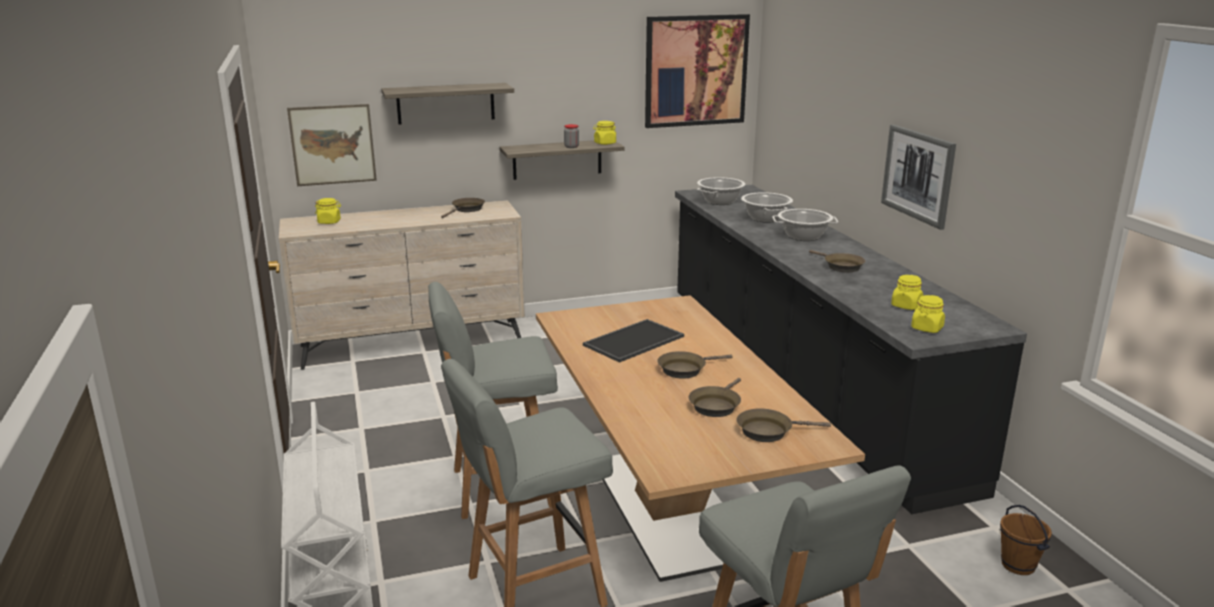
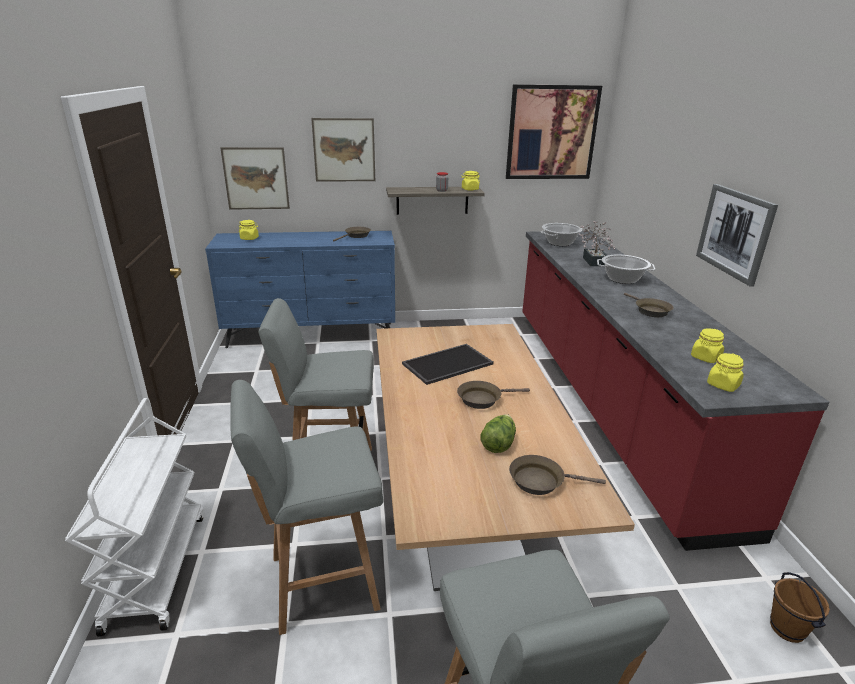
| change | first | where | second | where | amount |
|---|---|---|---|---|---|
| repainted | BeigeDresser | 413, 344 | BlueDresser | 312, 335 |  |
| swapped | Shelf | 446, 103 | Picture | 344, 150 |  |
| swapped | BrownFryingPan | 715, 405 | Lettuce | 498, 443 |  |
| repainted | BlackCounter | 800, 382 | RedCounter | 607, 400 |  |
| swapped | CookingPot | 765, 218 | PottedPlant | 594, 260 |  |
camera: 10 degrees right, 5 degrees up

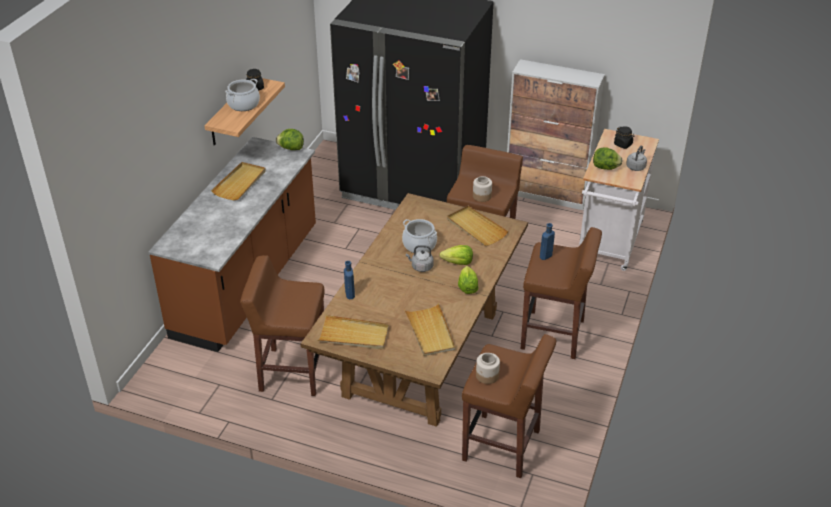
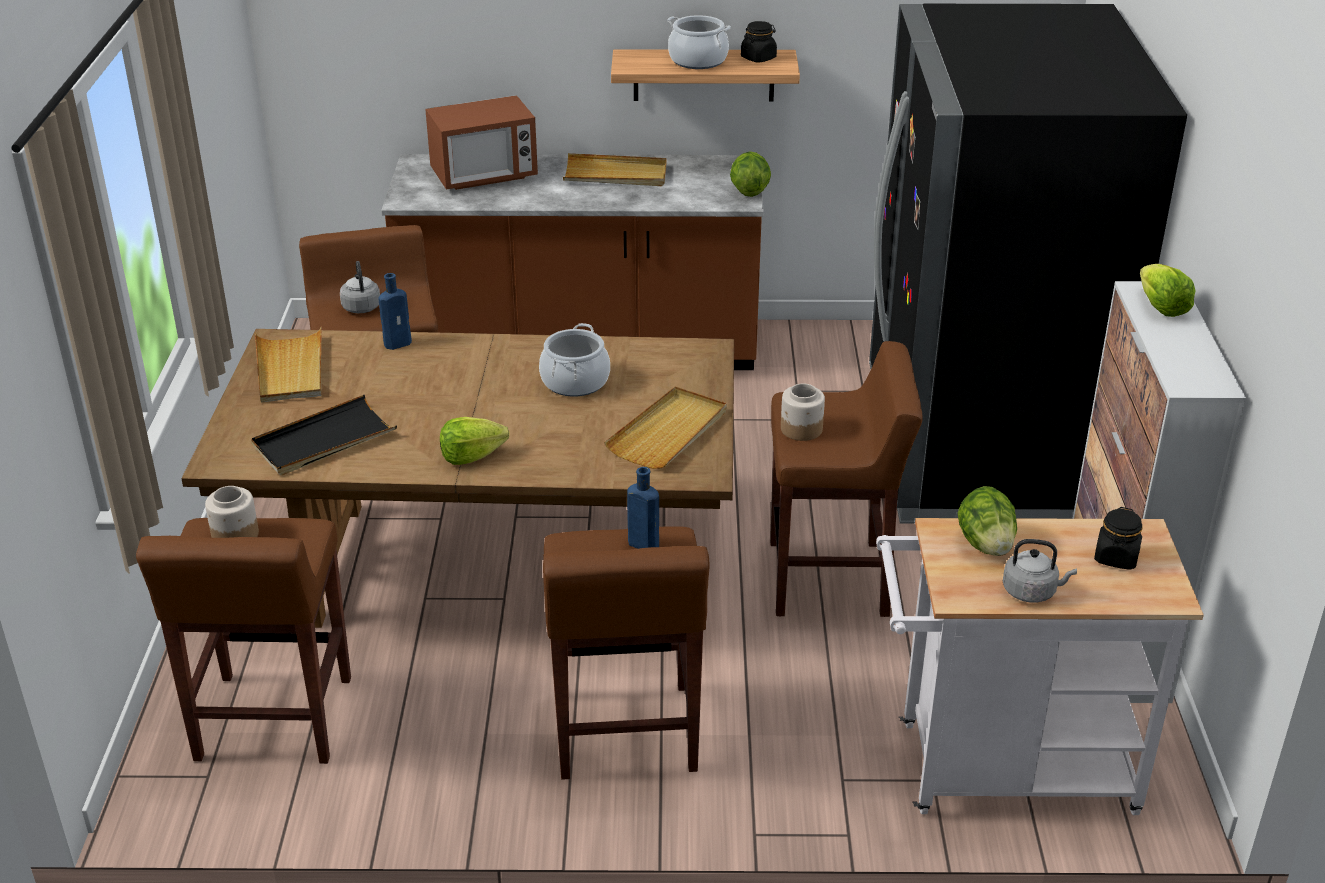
| change | first | where | second | where | amount |
|---|---|---|---|---|---|
| repainted | BeigeTray | 430, 332 | BlackTray | 324, 440 |  |
| shifted | GreyKettle | 421, 267 |  | 361, 306 |  |
| new |  |  | Microwave | 484, 176 |  |
| shifted | Lettuce | 458, 263 |  | 1161, 307 |  |
camera: 70 degrees right, 5 degrees down

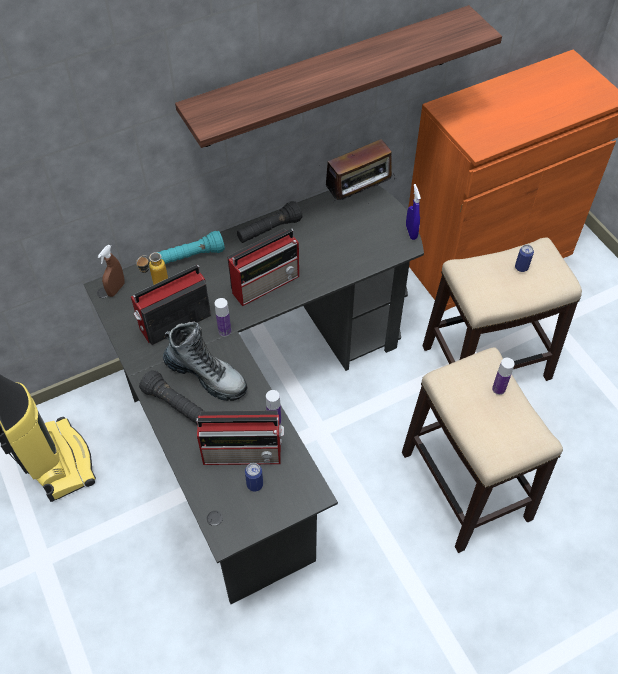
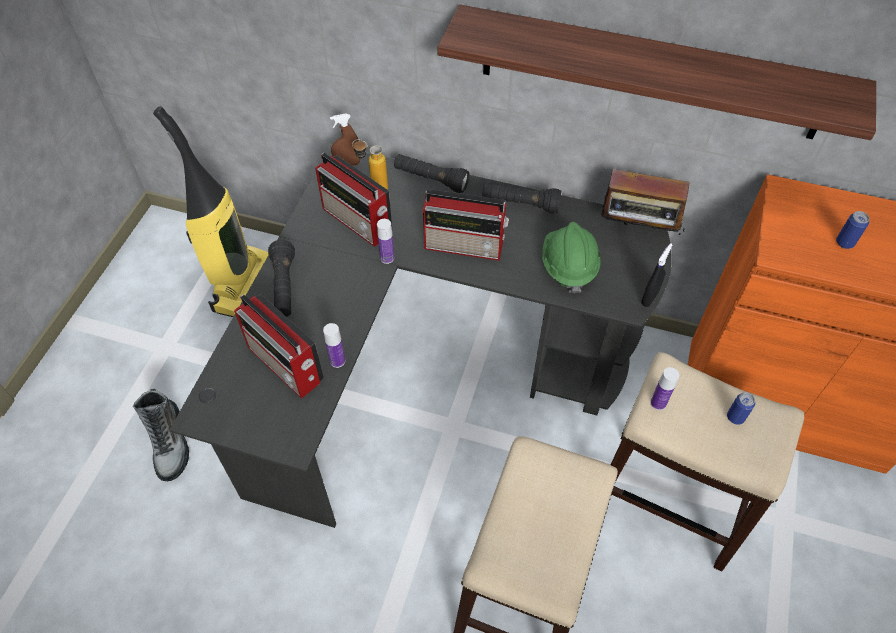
| change | first | where | second | where | amount |
|---|---|---|---|---|---|
| shifted | Boot | 206, 375 |  | 170, 443 |  |
| rotated | Radio | 174, 322 |  | 358, 221 | 150 degrees counterclockwise |
| repainted | TurquoiseFlashlight | 190, 257 | BlackFlashlight | 430, 180 |  |
| new |  |  | GreenHardHat | 568, 266 |  |
| repainted | BlueSprayBottle | 411, 232 | BlackSprayBottle | 649, 298 |  |
| shifted | Bottle | 498, 389 |  | 658, 403 |  |
| shifted | Can | 255, 484 |  | 844, 243 |  |
camera: 45 degrees right, 0 degrees up

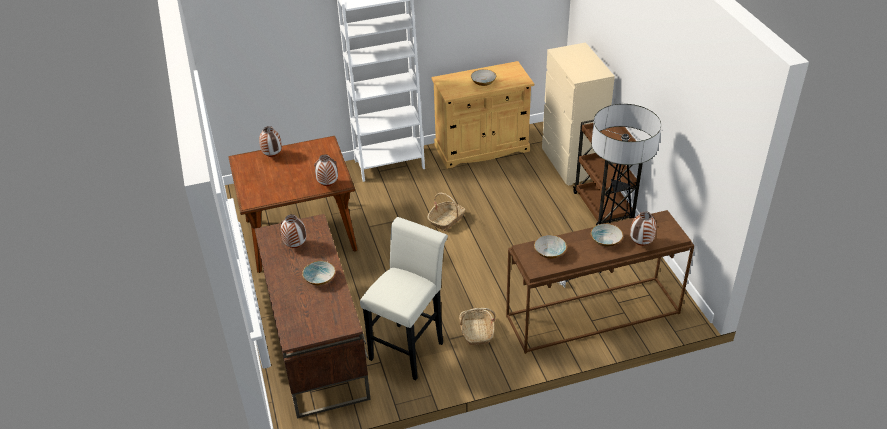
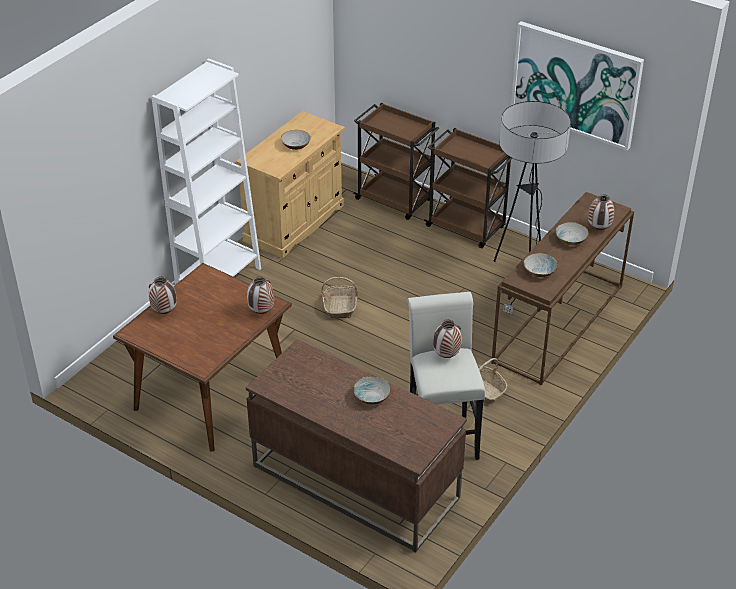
| change | first | where | second | where | amount |
|---|---|---|---|---|---|
| swapped | BeigeDresser | 571, 163 | BrownCart | 395, 200 |  |
| shifted | Vase | 295, 246 |  | 446, 356 |  |
| new |  |  | Picture | 575, 84 |  |
camera: 40 degrees left, 0 degrees up

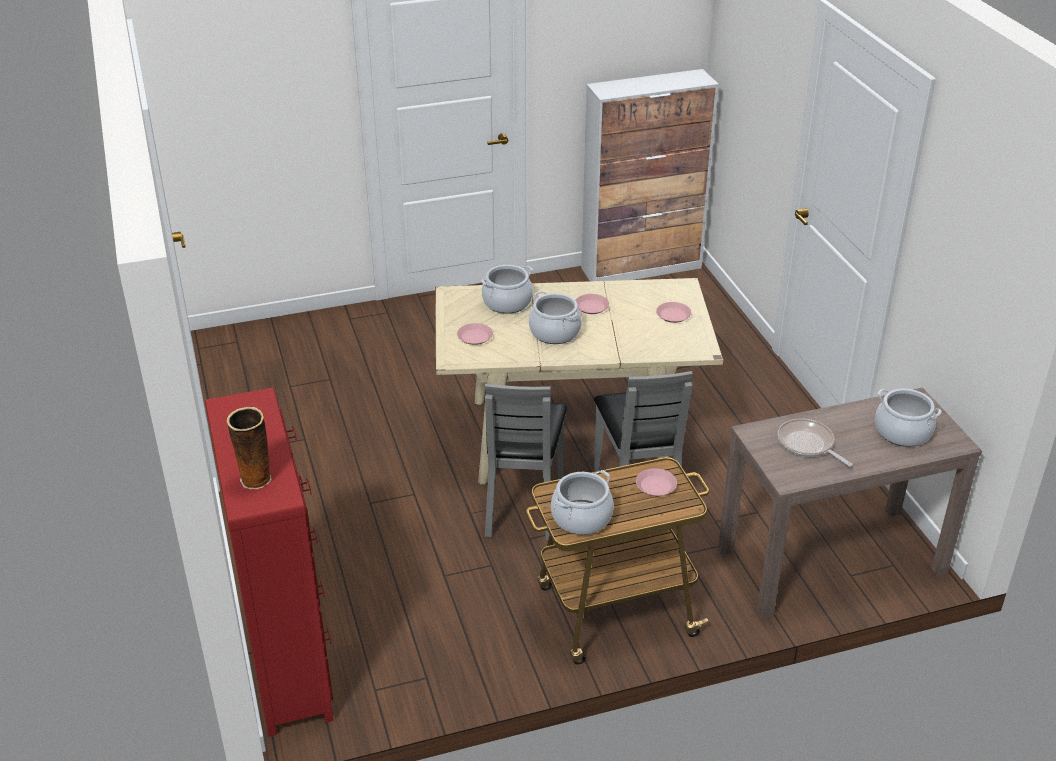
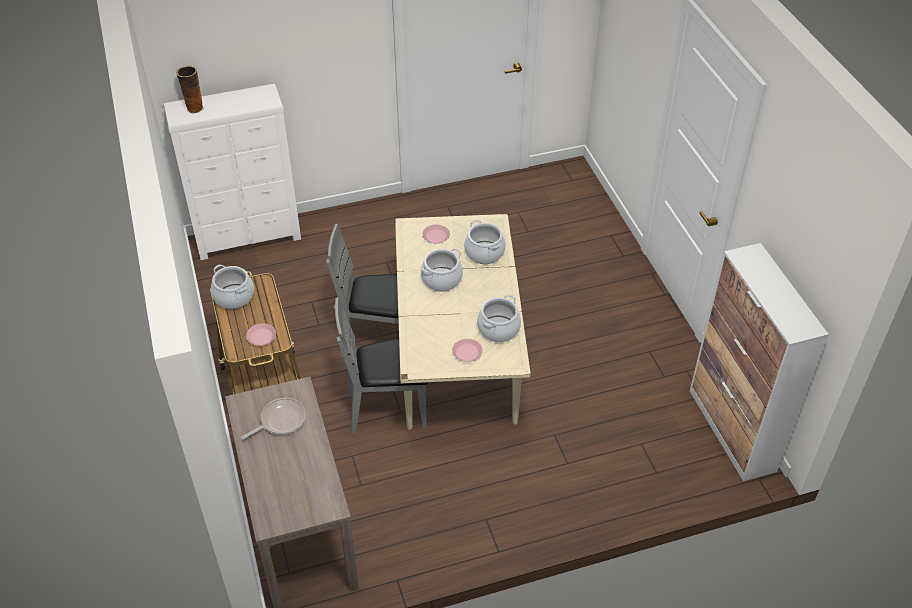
| change | first | where | second | where | amount |
|---|---|---|---|---|---|
| repainted | RedDresser | 289, 661 | WhiteDresser | 249, 238 |  |
| shifted | CookingPot | 902, 432 |  | 498, 329 |  |
| gone | PinkPlate | 591, 307 |  |  |  |
camera: 90 degrees right, 10 degrees up

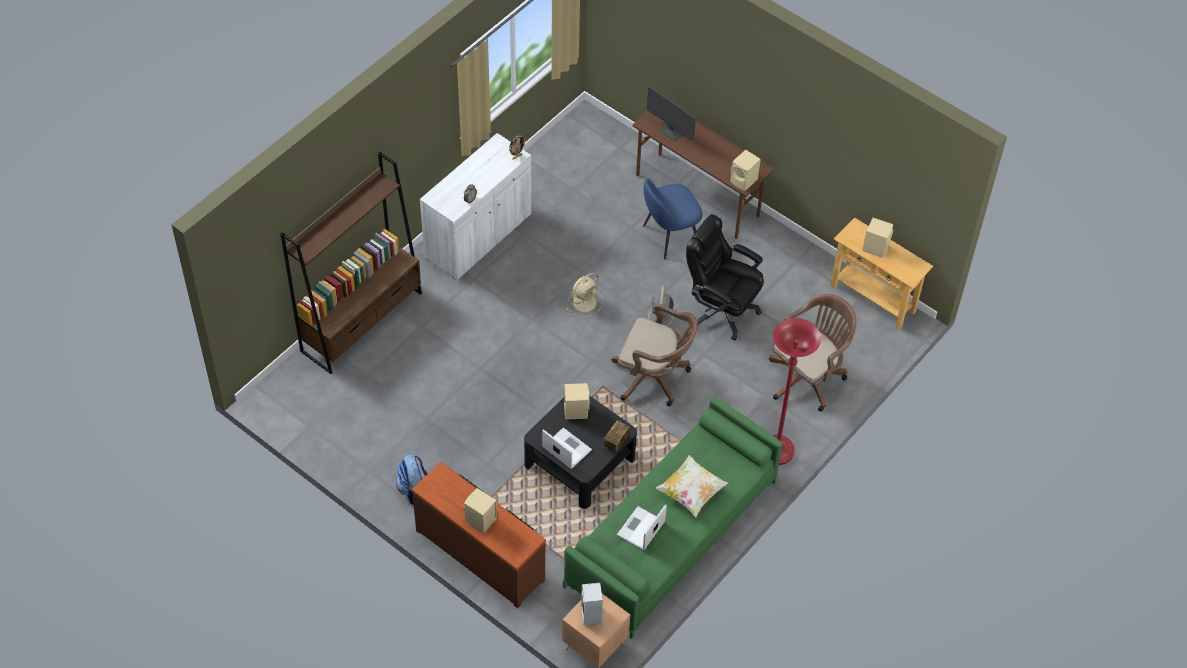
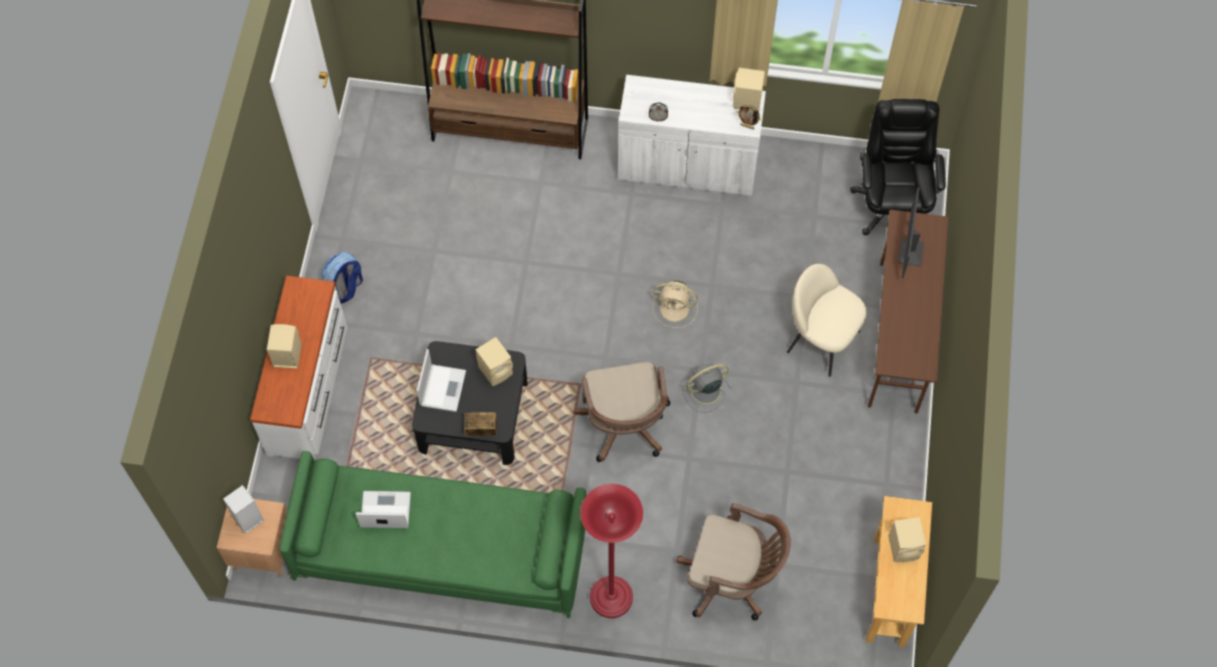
| change | first | where | second | where | amount |
|---|---|---|---|---|---|
| repainted | BrownDresser | 481, 554 | WhiteDresser | 309, 388 |  |
| shifted | BeigeSpeaker | 744, 181 |  | 747, 101 |  |
| repainted | BlueChair | 669, 236 | BeigeChair | 821, 340 |  |
| shifted | BlackOfficeChair | 721, 310 |  | 892, 204 |  |
| gone | Pillow | 691, 492 |  |  |  |
camera: 60 degrees right, 10 degrees up

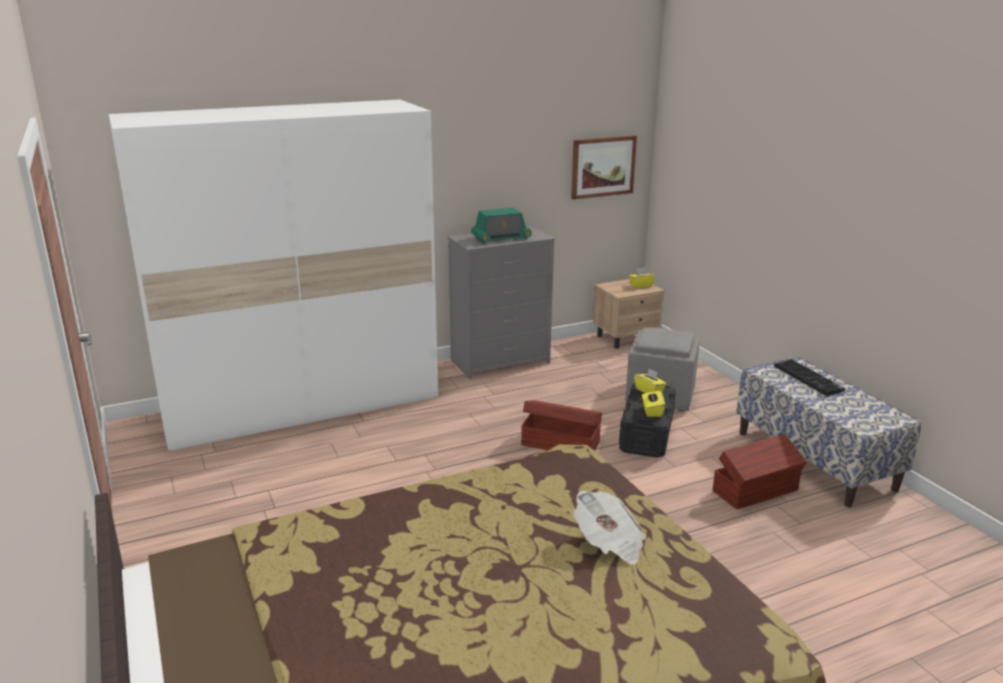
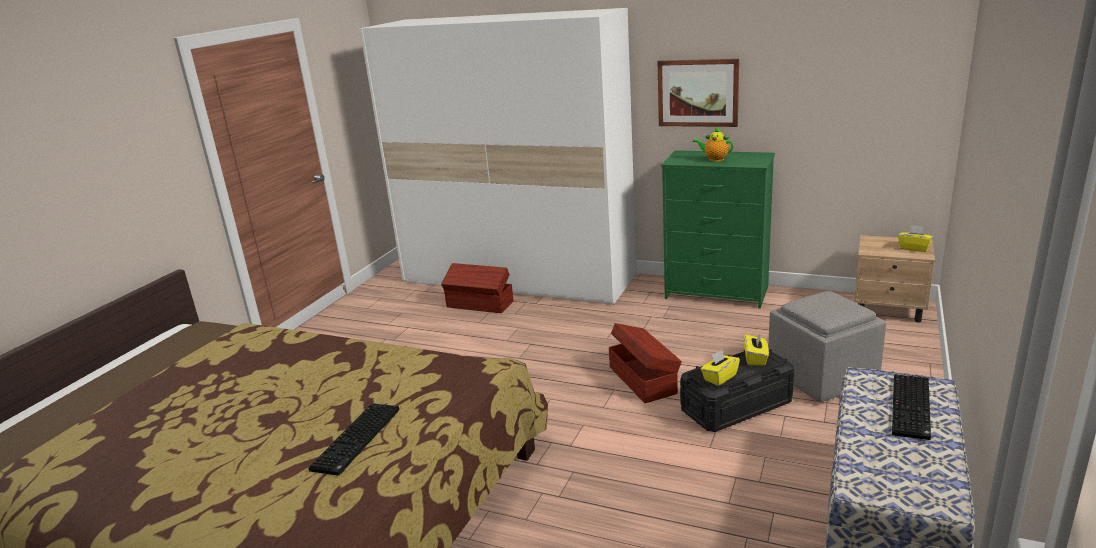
| change | first | where | second | where | amount |
|---|---|---|---|---|---|
| swapped | Newspaper | 609, 543 | Keyboard | 357, 440 |  |
| shifted | BrownStorageBox | 756, 491 |  | 480, 304 |  |
| shifted | Picture | 602, 166 |  | 698, 93 |  |
| repainted | GreyDresser | 501, 361 | GreenDresser | 717, 292 |  |
| swapped | Radio | 501, 238 | Teapot | 714, 159 |  |
camera: 50 degrees right, 0 degrees up

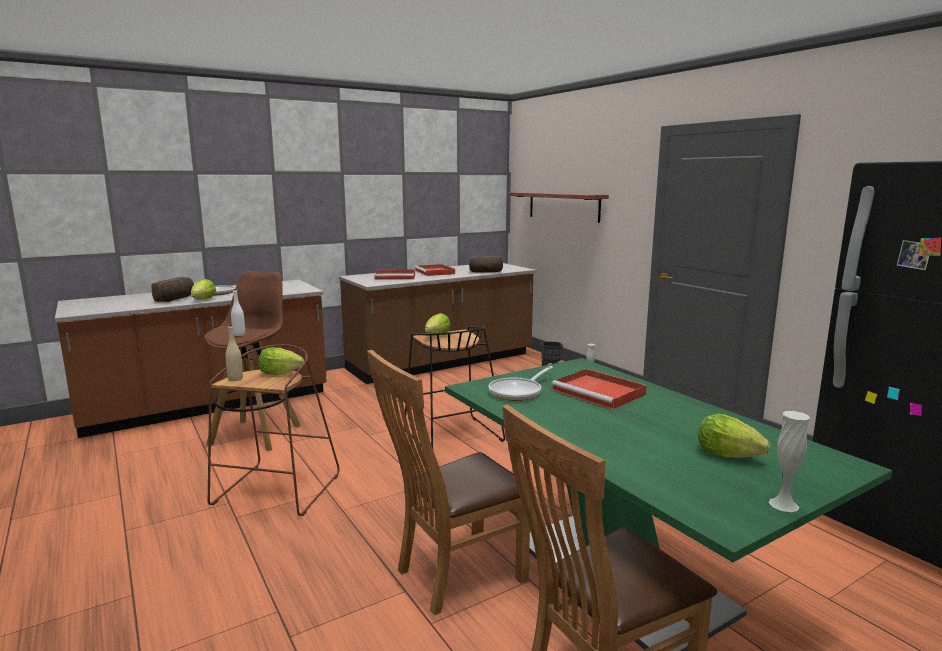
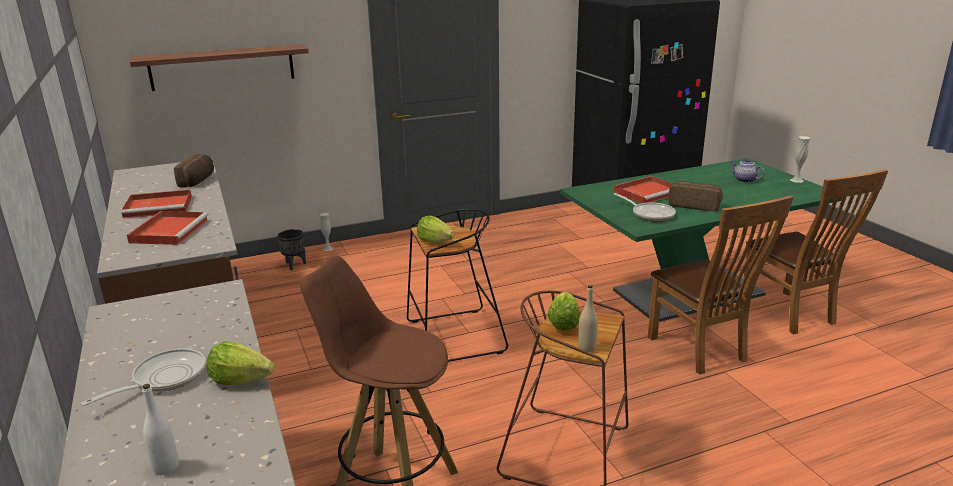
| change | first | where | second | where | amount |
|---|---|---|---|---|---|
| shifted | WhiteBottle | 239, 334 |  | 166, 467 |  |
| shifted | Bread | 176, 299 |  | 694, 205 |  |
| swapped | Lettuce | 727, 455 | Teapot | 744, 180 |  |
camera: 80 degrees left, 10 degrees up

